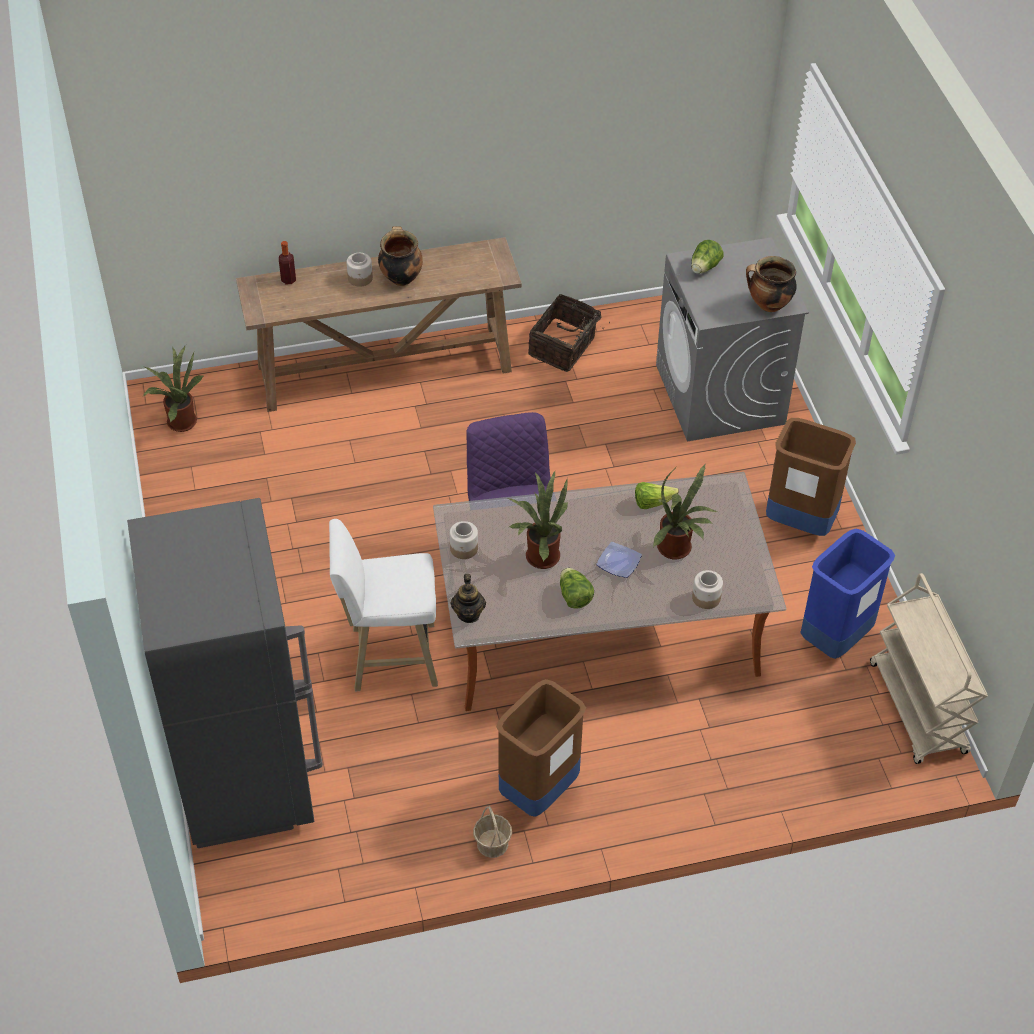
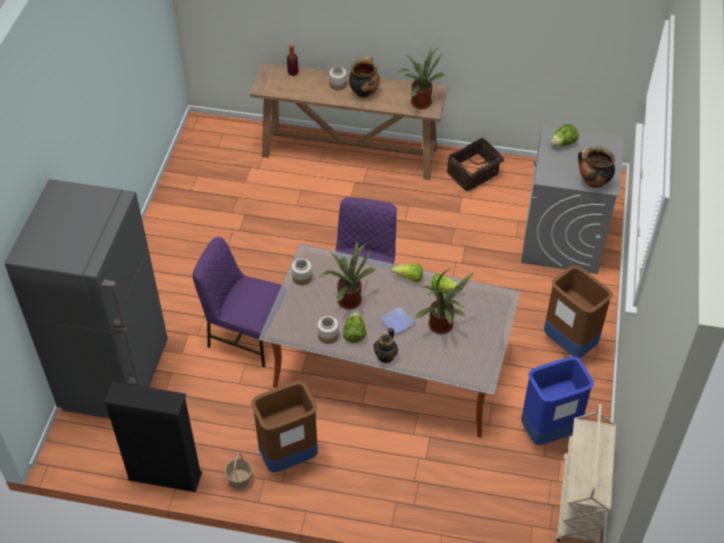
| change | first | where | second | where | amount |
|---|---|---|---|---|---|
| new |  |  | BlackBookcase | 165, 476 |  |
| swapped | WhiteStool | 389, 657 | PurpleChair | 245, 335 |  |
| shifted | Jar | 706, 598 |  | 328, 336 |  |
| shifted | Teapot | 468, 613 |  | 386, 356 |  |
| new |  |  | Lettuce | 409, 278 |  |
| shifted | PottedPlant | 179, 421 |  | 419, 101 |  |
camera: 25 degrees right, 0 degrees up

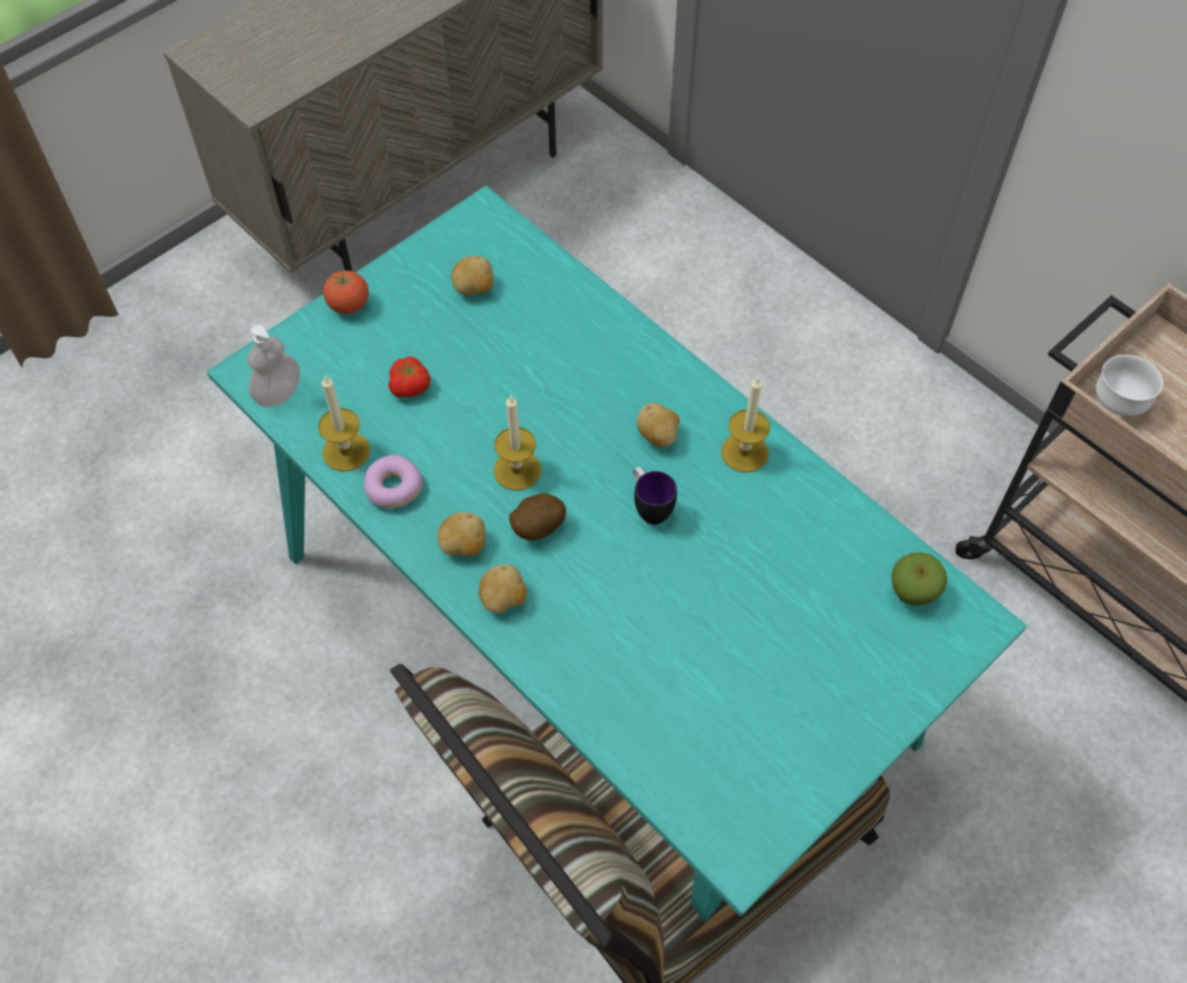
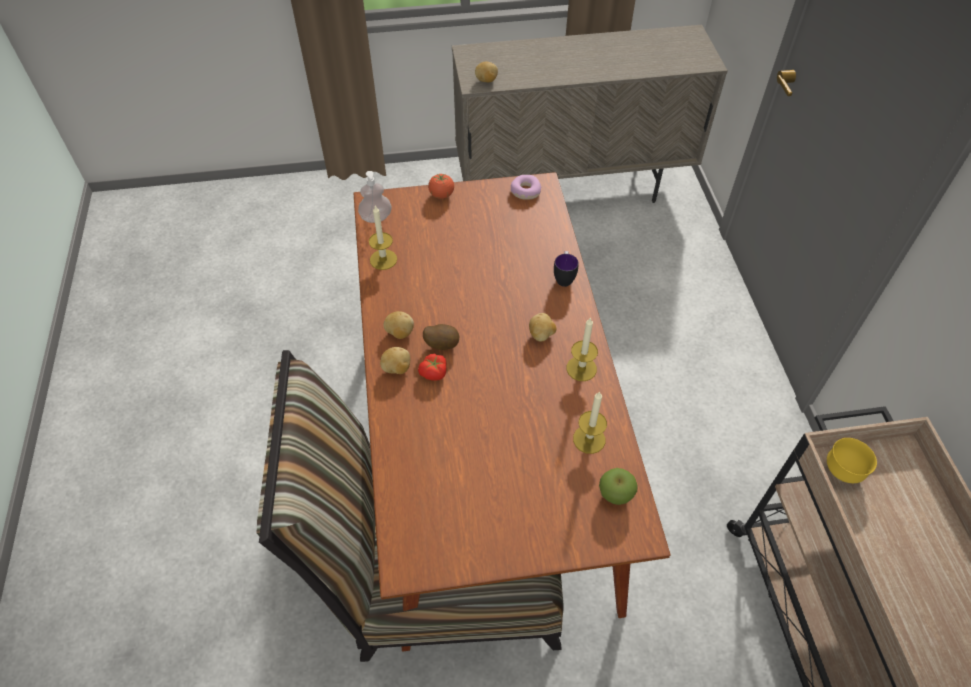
| change | first | where | second | where | amount |
|---|---|---|---|---|---|
| repainted | TurquoiseDiningTable | 590, 647 | BrownDiningTable | 484, 451 |  |
| shifted | Tomato | 411, 386 |  | 434, 373 |  |
| shifted | Potato | 474, 289 |  | 486, 80 |  |
| shifted | Donut | 393, 488 |  | 525, 191 |  |
| shifted | Mug | 649, 507 |  | 564, 277 |  |
| shifted | Candle | 517, 470 |  | 589, 439 |  |
| repainted | WhiteBowl | 1117, 403 | YellowBowl | 842, 471 |  |
camera: 35 degrees right, 5 degrees down

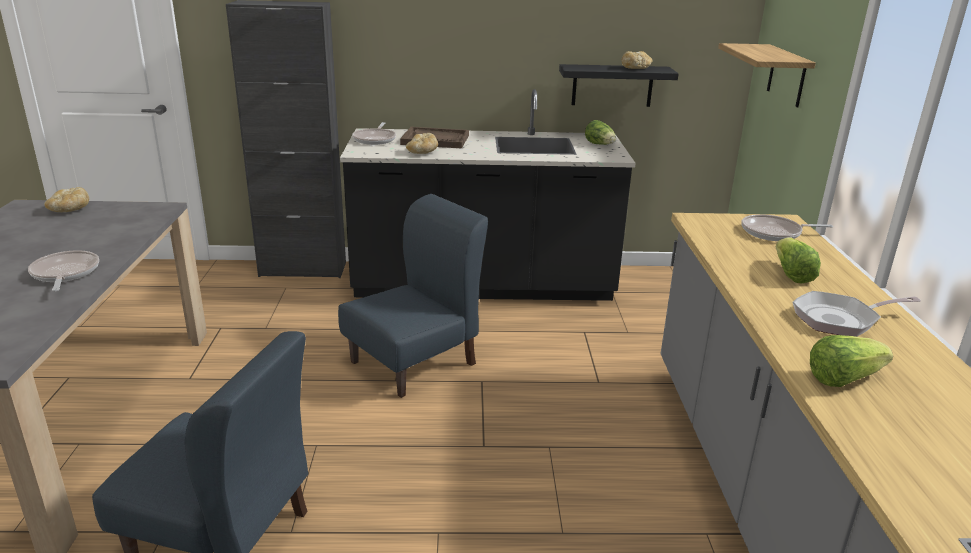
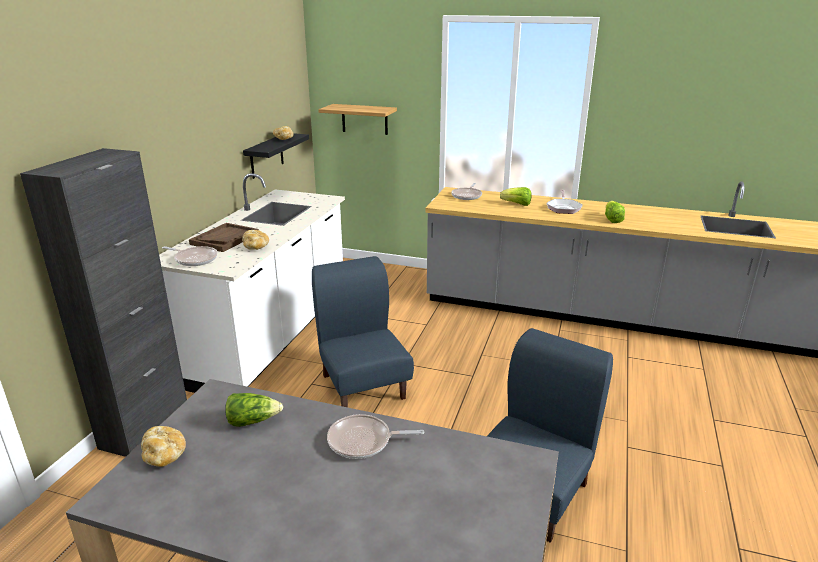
| change | first | where | second | where | amount |
|---|---|---|---|---|---|
| repainted | BlackCounter | 483, 285 | WhiteCounter | 270, 337 |  |
| shifted | Lettuce | 600, 145 |  | 253, 421 |  |
camera: 70 degrees left, 0 degrees up

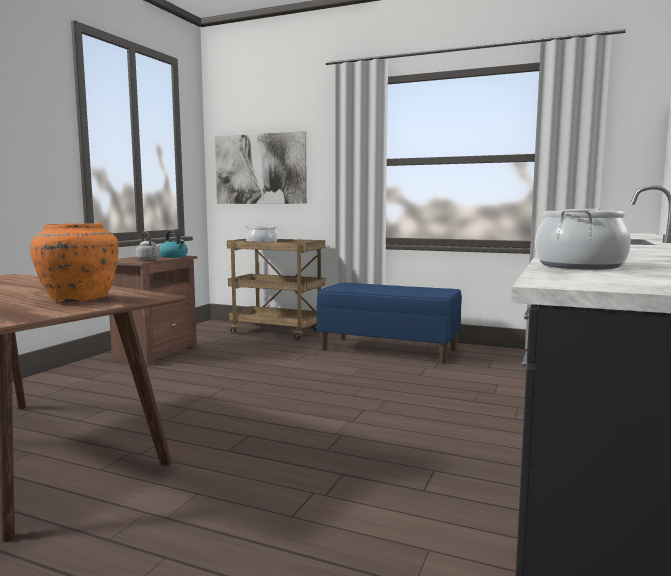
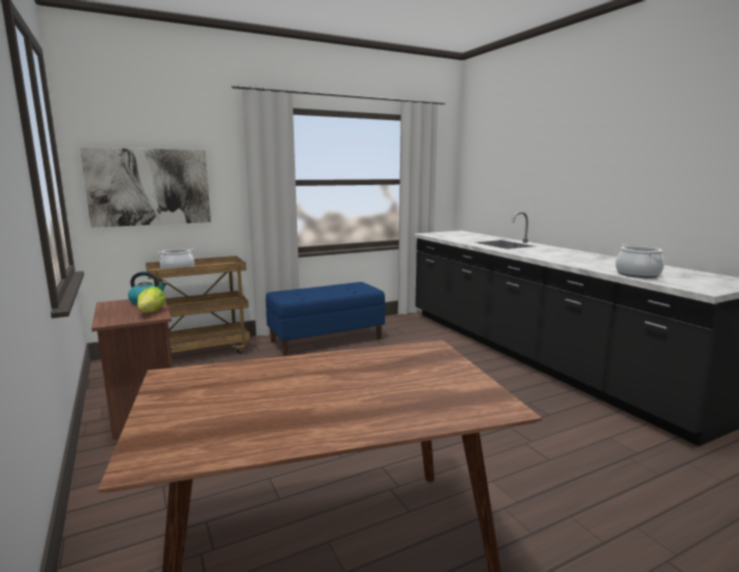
| change | first | where | second | where | amount |
|---|---|---|---|---|---|
| swapped | GreyKettle | 149, 260 | Lettuce | 151, 312 |  |
| gone | OrangeVase | 79, 300 |  |  |  |
camera: 50 degrees left, 5 degrees up

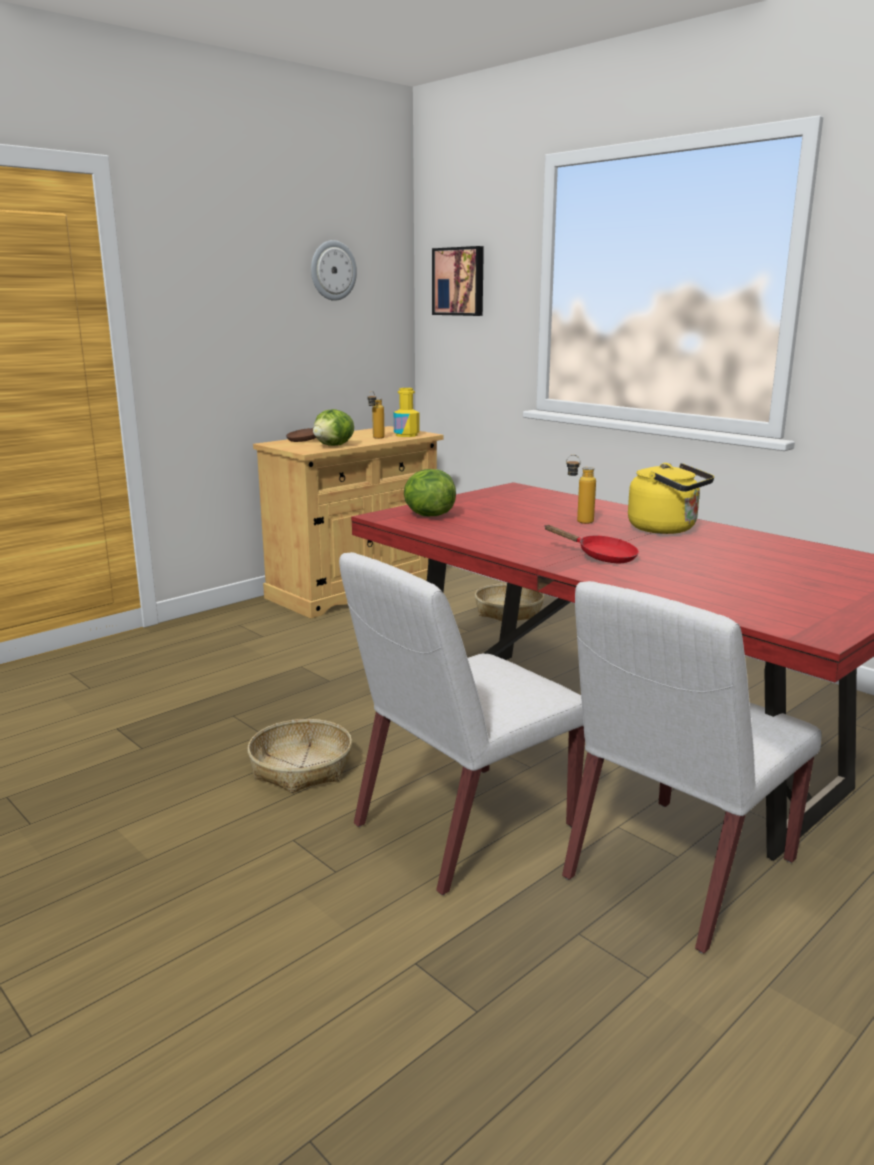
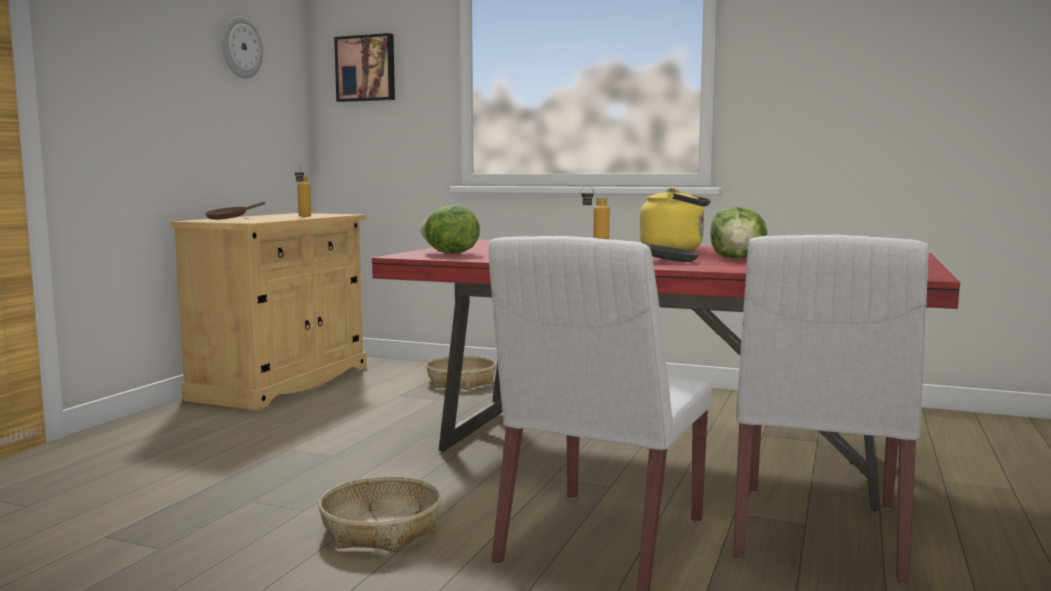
| change | first | where | second | where | amount |
|---|---|---|---|---|---|
| repainted | RedFryingPan | 601, 556 | BlackFryingPan | 663, 261 |  |
| shifted | Lettuce | 334, 446 |  | 737, 258 |  |
| gone | YellowBottle | 406, 435 |  |  |  |
camera: 25 degrees left, 10 degrees down

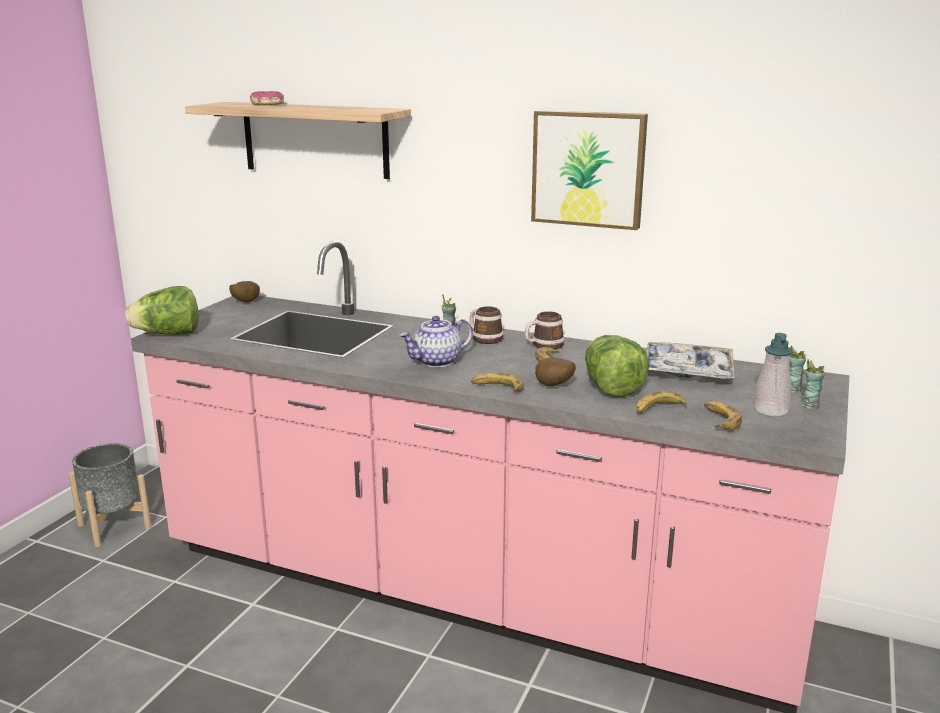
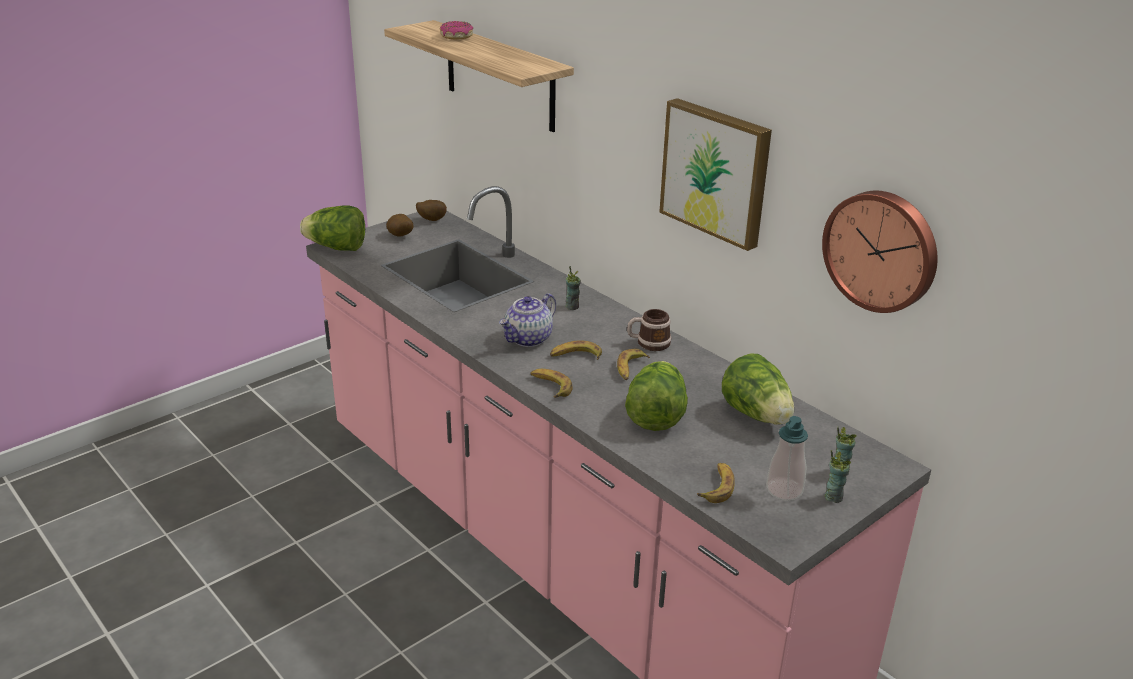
| change | first | where | second | where | amount |
|---|---|---|---|---|---|
| shifted | Potato | 553, 386 |  | 400, 236 |  |
| rotated | Teapot | 437, 362 |  | 528, 339 | 45 degrees counterclockwise |
| shifted | Banana | 658, 409 |  | 575, 356 |  |
| swapped | Tray | 687, 371 | Lettuce | 757, 415 |  |
| new |  |  | WallClock | 882, 250 |  |
| gone | GreyPlanter | 114, 526 |  |  |  |
| gone | Mug | 484, 338 |  |  |  |
camera: 25 degrees right, 10 degrees up

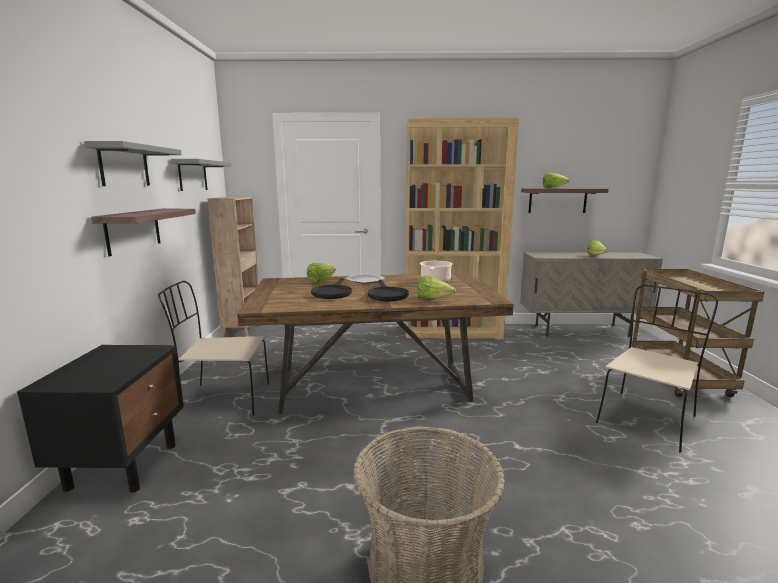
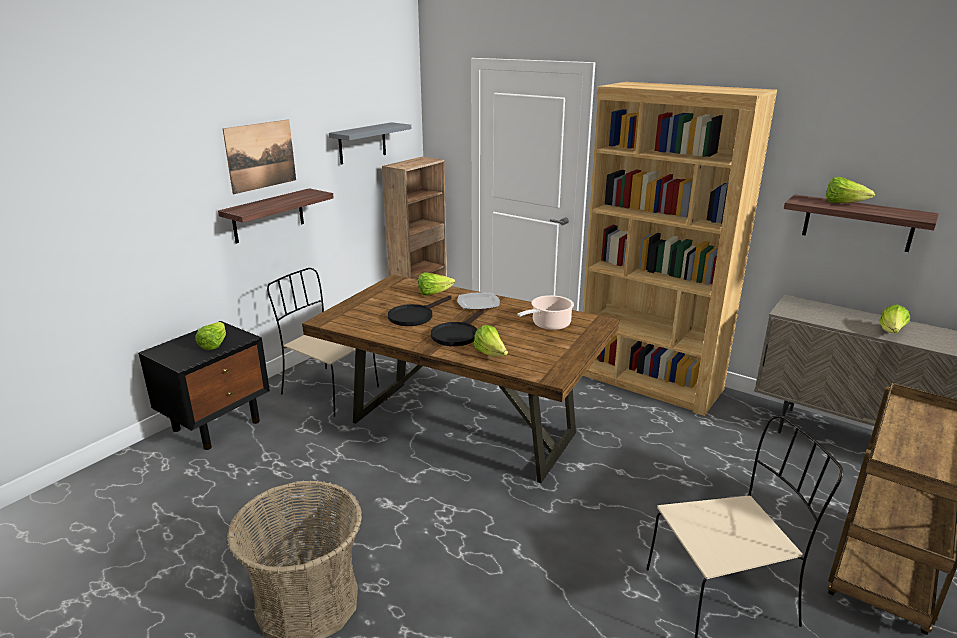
| change | first | where | second | where | amount |
|---|---|---|---|---|---|
| new |  |  | Lettuce | 214, 345 |  |
| swapped | GreyShelf | 124, 166 | Picture | 261, 155 |  |
camera: 35 degrees right, 10 degrees up

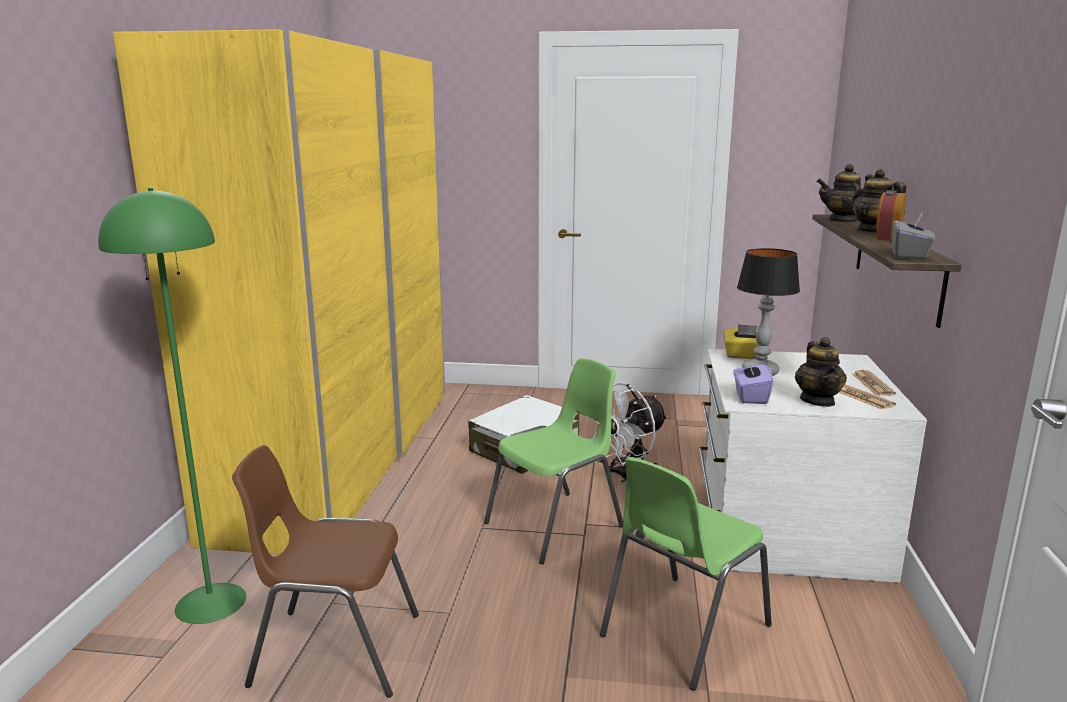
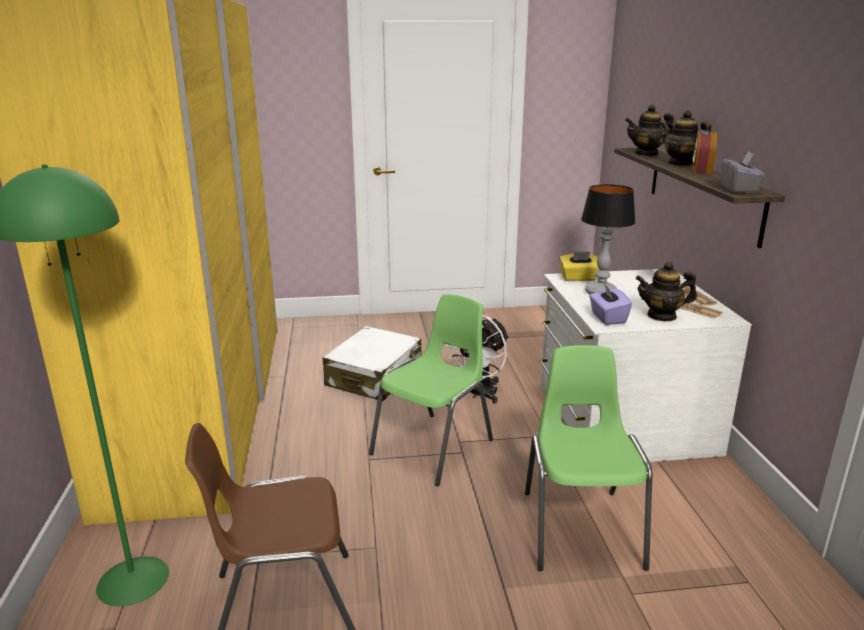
| change | first | where | second | where | amount |
|---|---|---|---|---|---|
| rotated | GreenChair | 682, 630 |  | 580, 527 | 150 degrees clockwise |
| rotated | Teapot | 818, 401 |  | 662, 316 | 105 degrees clockwise |
camera: 15 degrees left, 5 degrees up

